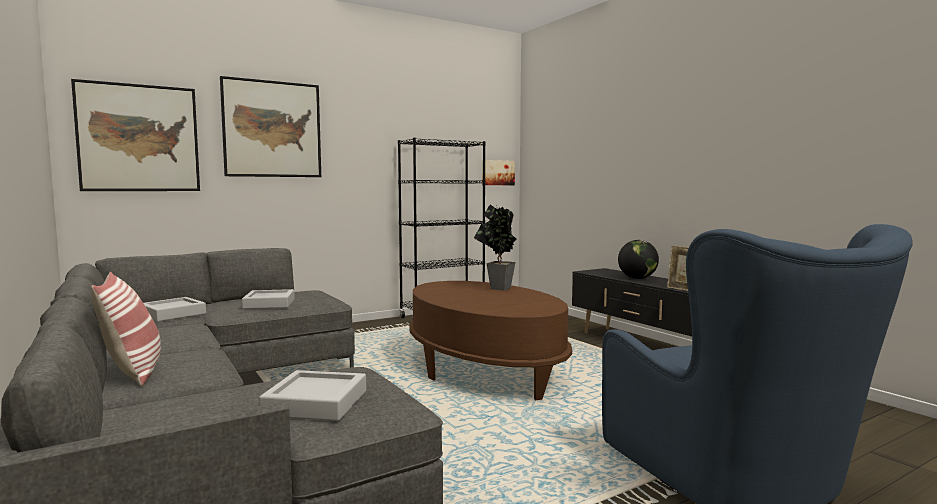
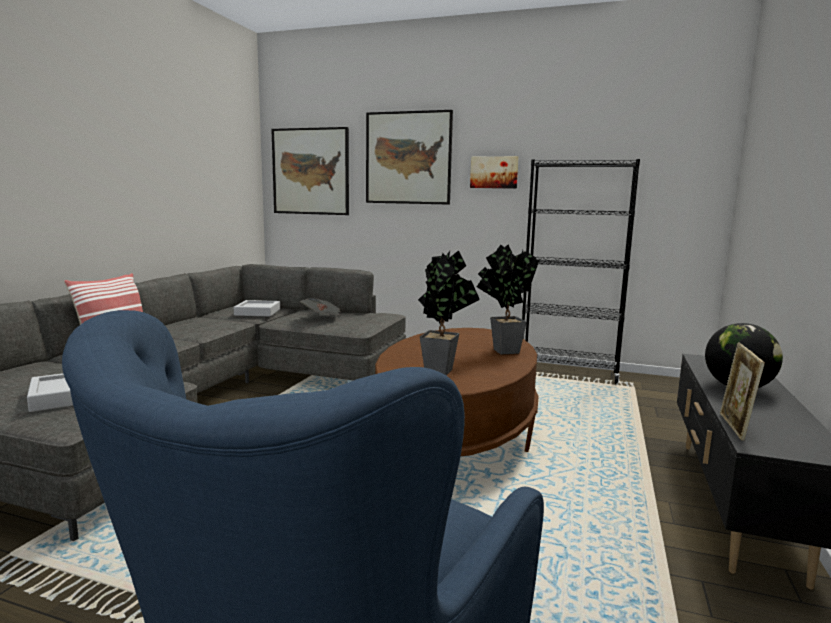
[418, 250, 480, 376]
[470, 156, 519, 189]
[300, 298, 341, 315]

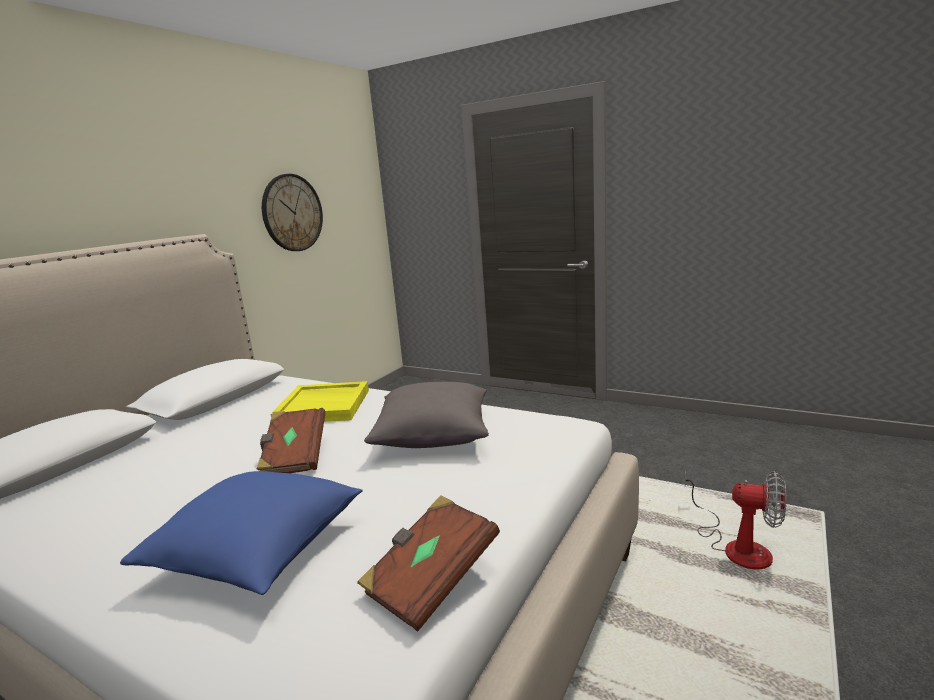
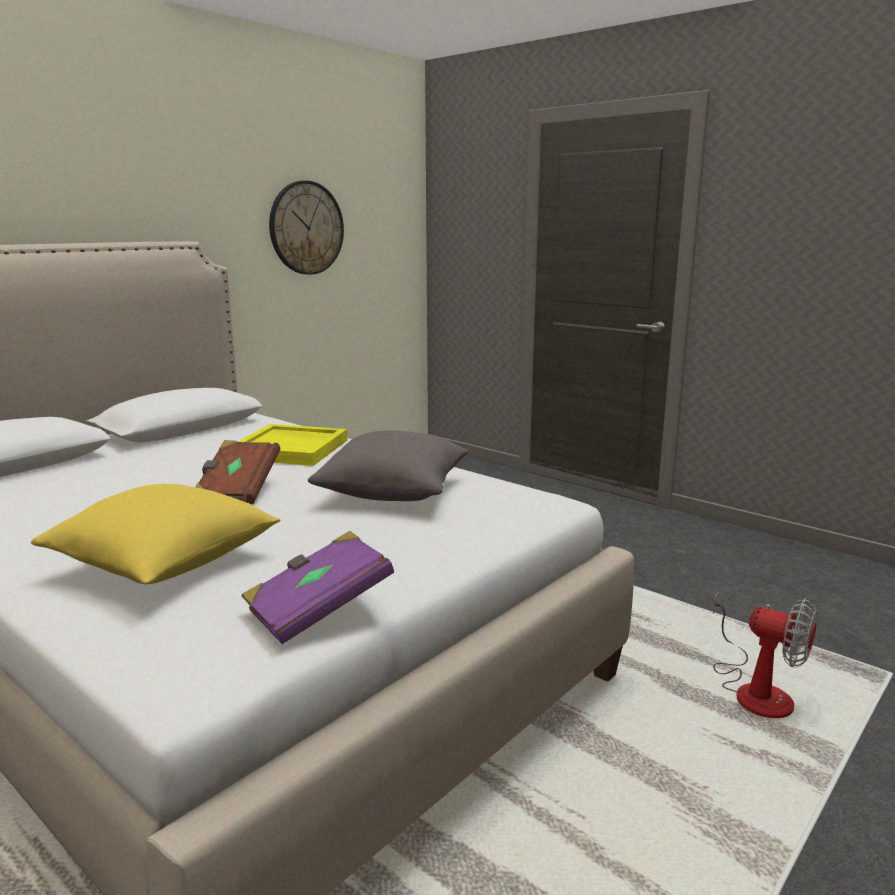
[31, 484, 280, 584]
[241, 531, 394, 644]

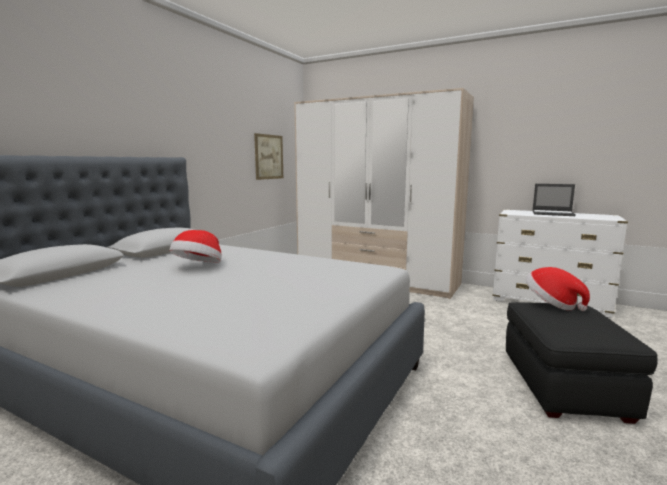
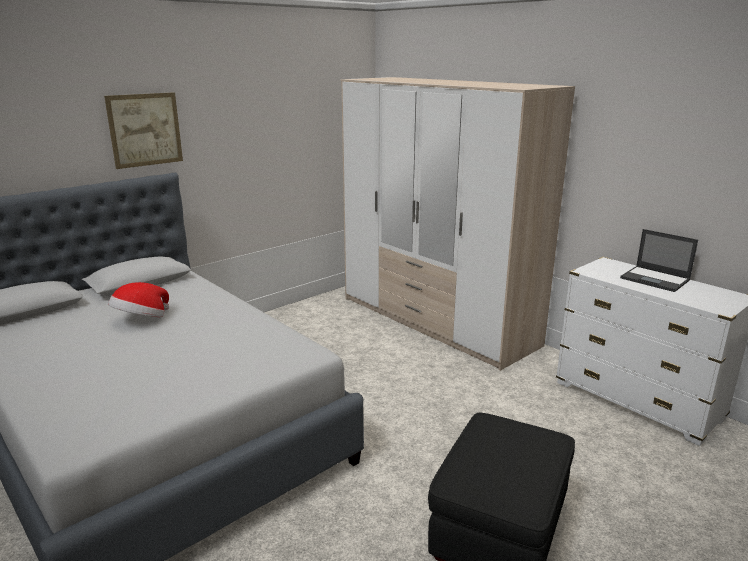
[526, 267, 590, 311] (first image)
[104, 92, 183, 169]

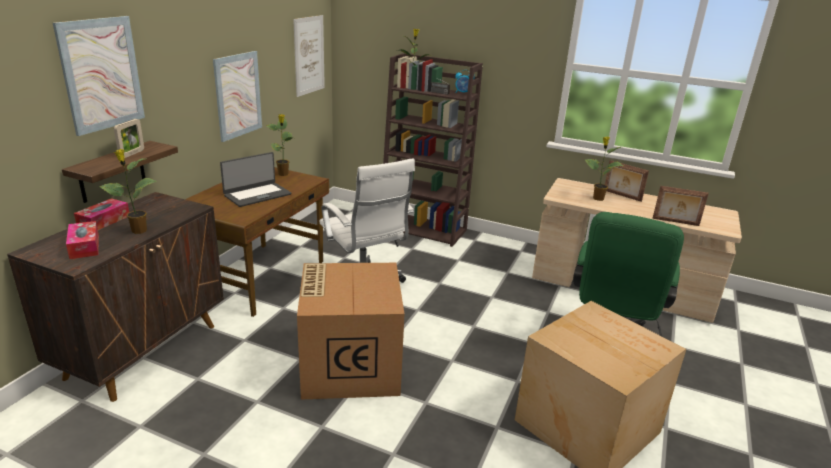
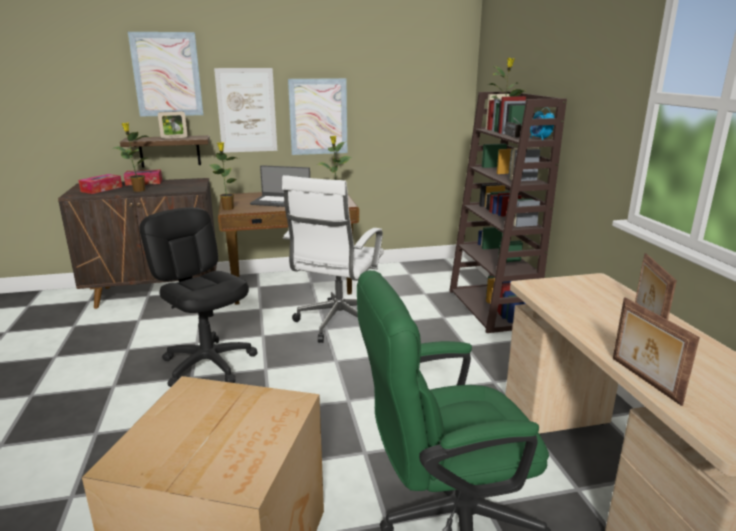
[214, 68, 277, 153]
[209, 142, 239, 210]
[140, 207, 258, 387]

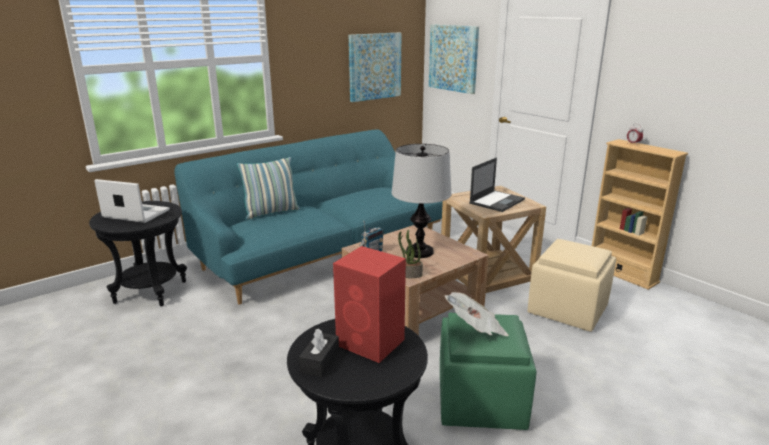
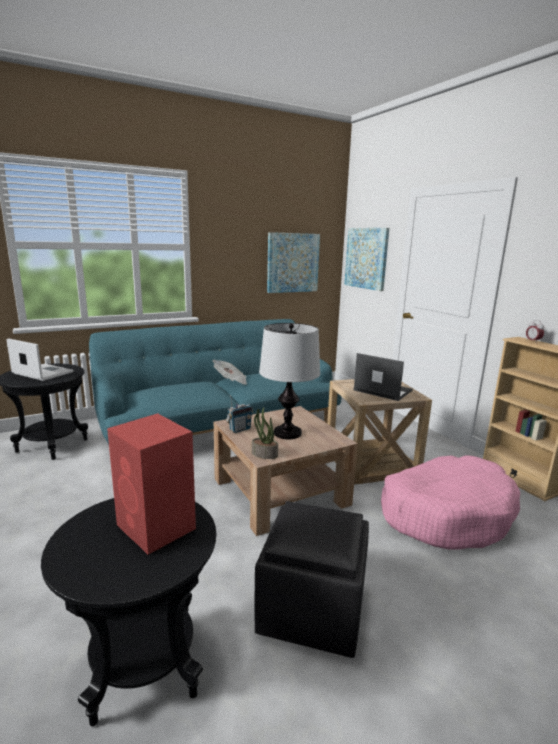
[237, 157, 300, 220] (first image)
[299, 329, 339, 377] (first image)
[213, 360, 247, 385]
[381, 455, 520, 550]
[254, 501, 369, 658]
[354, 353, 413, 401]

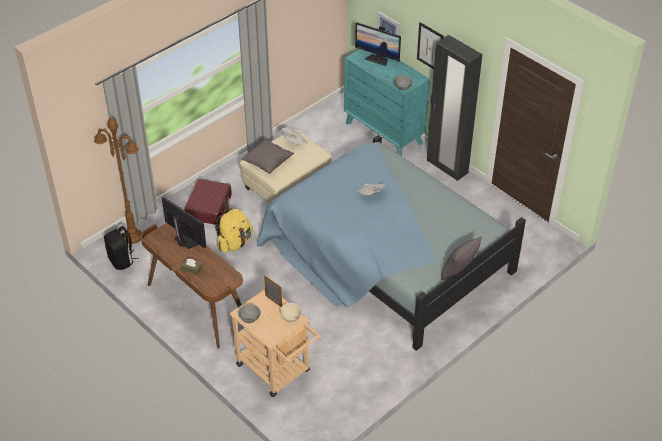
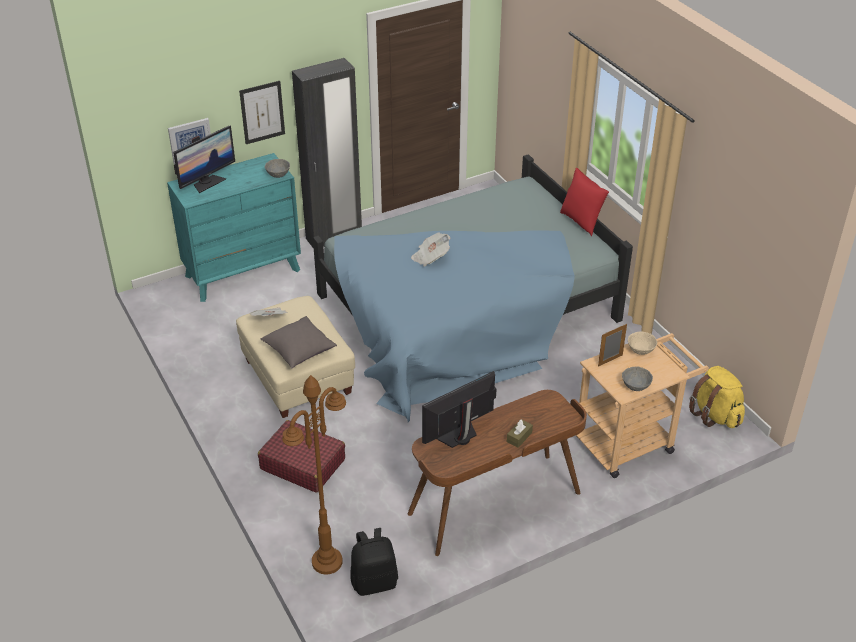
[689, 366, 745, 428]
[560, 168, 609, 236]

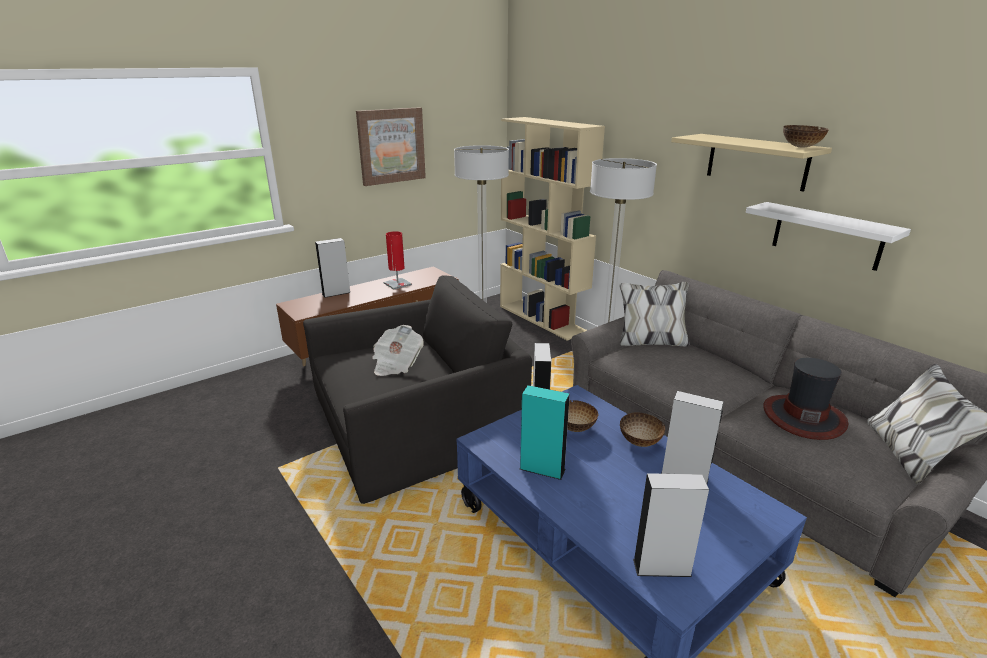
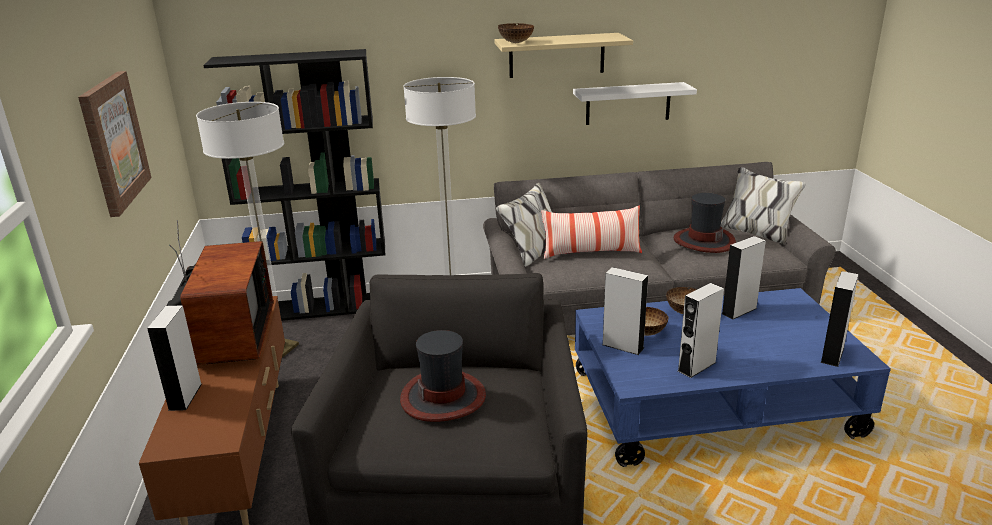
[541, 206, 642, 259]
[498, 23, 534, 43]
[400, 330, 486, 422]
[166, 220, 273, 365]
[203, 49, 385, 321]
[678, 283, 724, 378]

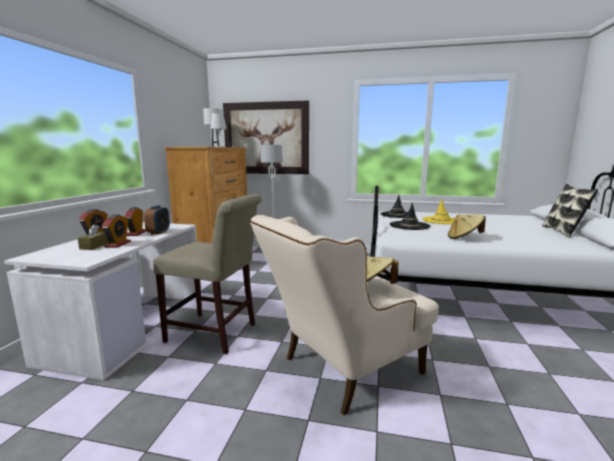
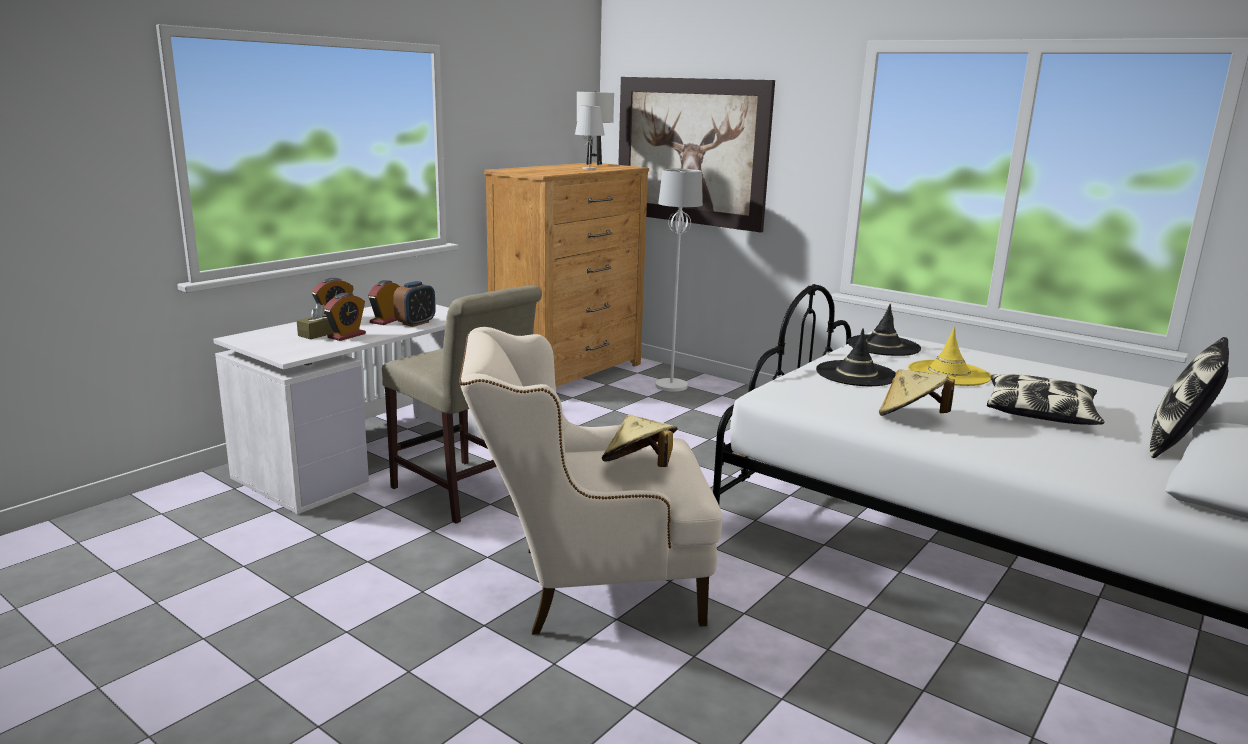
[987, 374, 1104, 425]

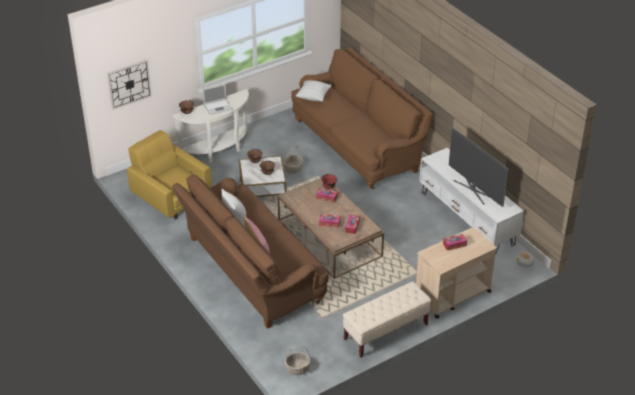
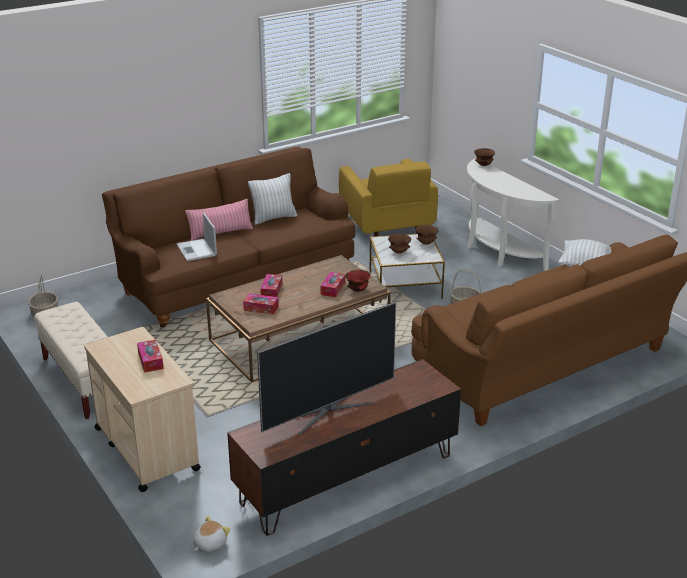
[107, 60, 152, 110] (first image)
[177, 212, 217, 261]
[227, 359, 461, 536]
[339, 159, 438, 237]

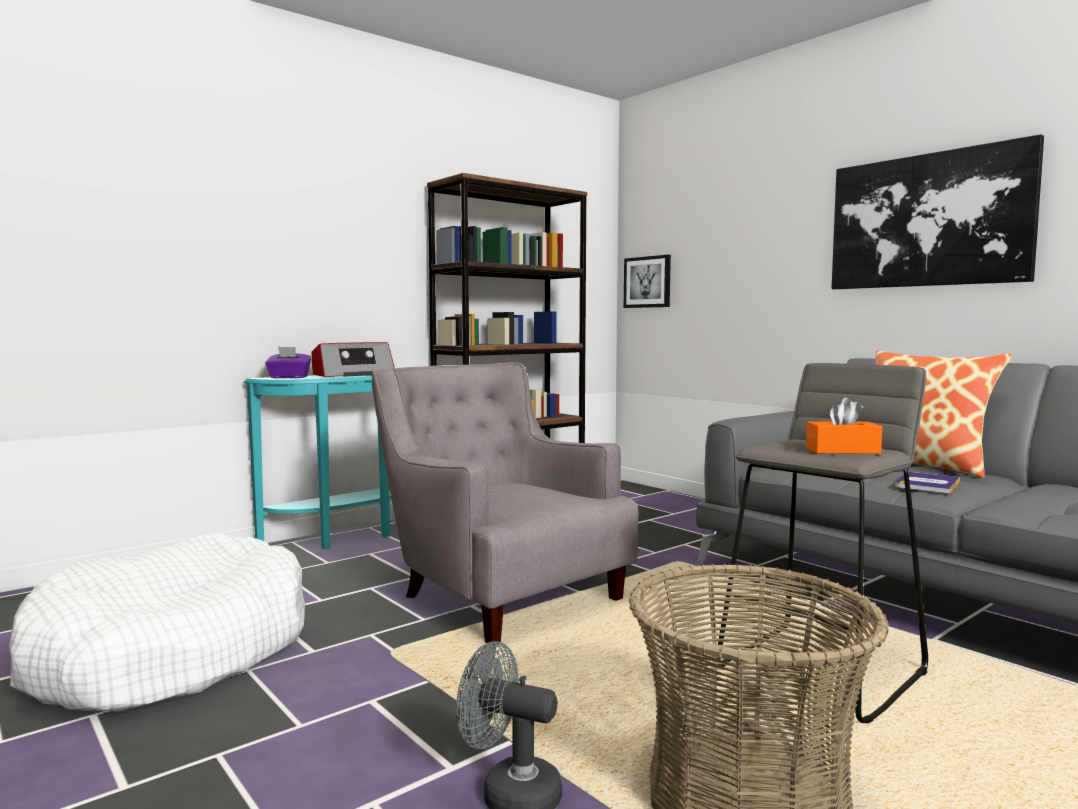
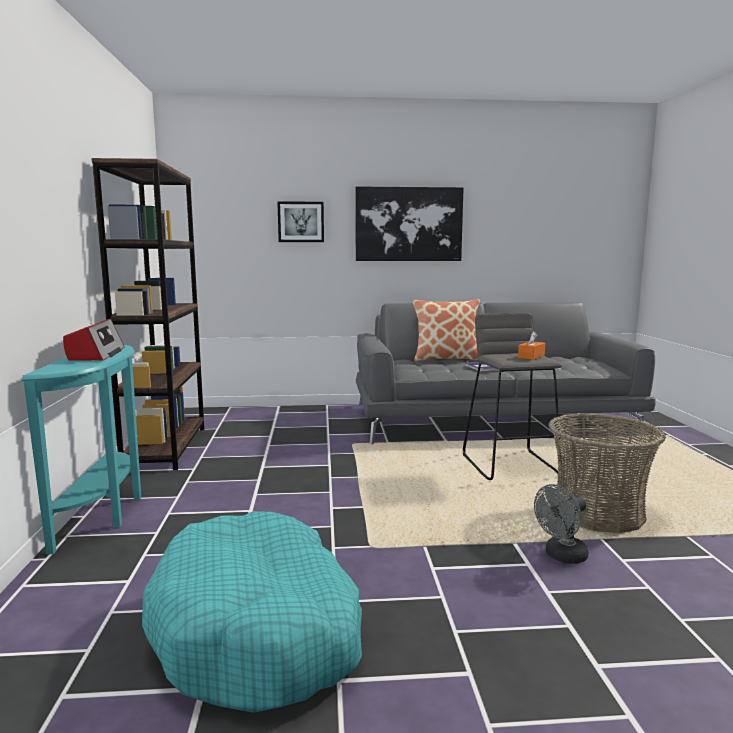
[265, 347, 311, 378] (first image)
[372, 362, 638, 643] (first image)
[277, 201, 324, 242]
[142, 511, 362, 712]

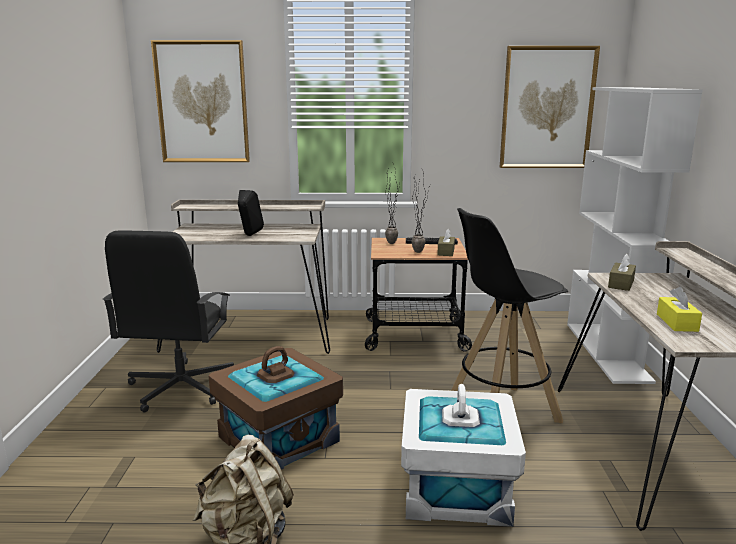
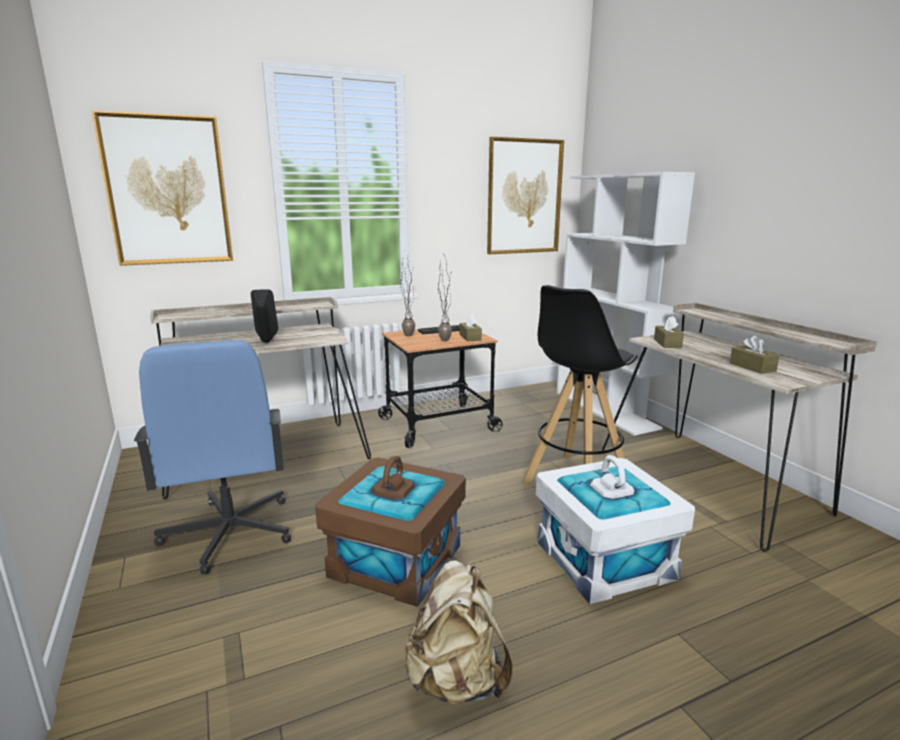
[134, 340, 291, 575]
[730, 335, 780, 374]

